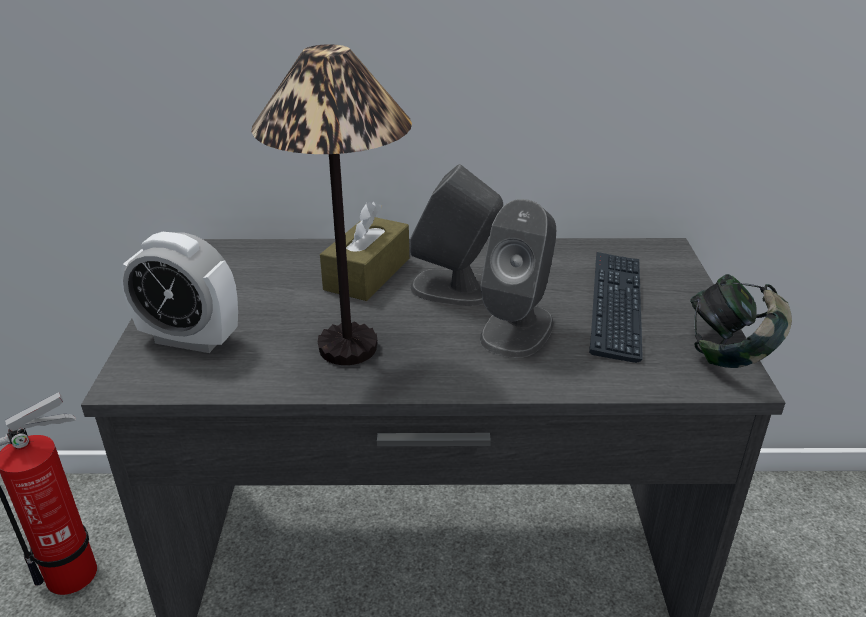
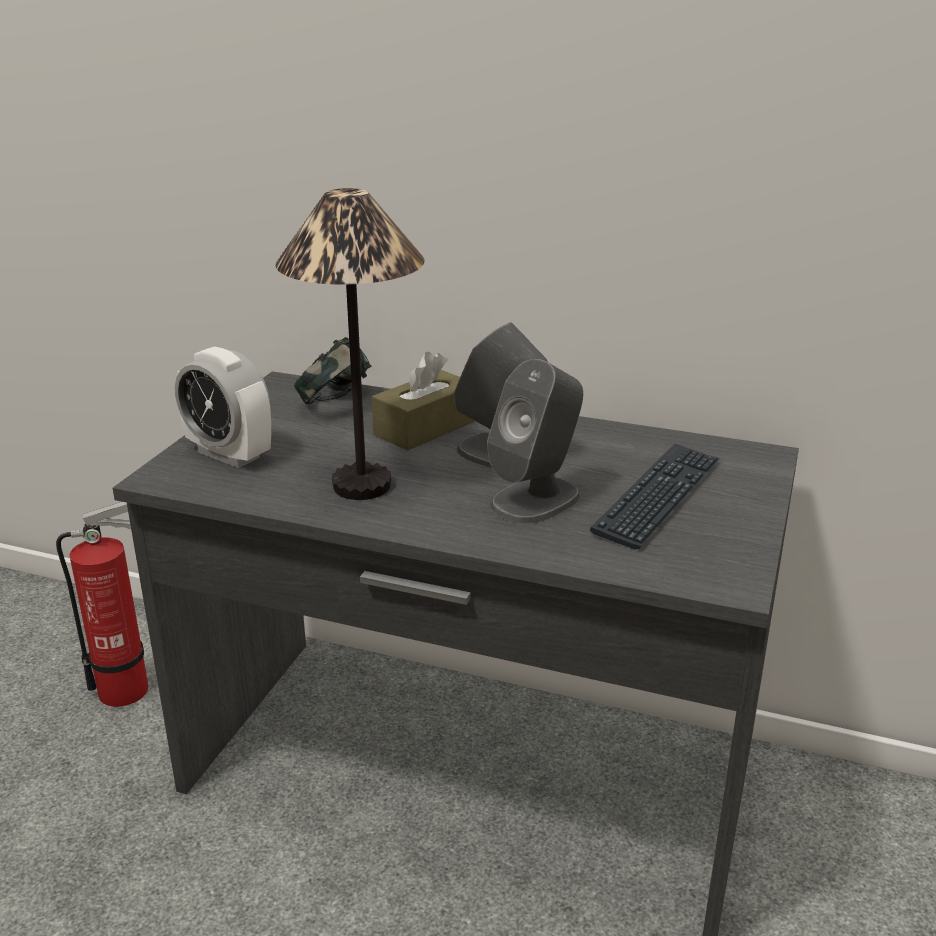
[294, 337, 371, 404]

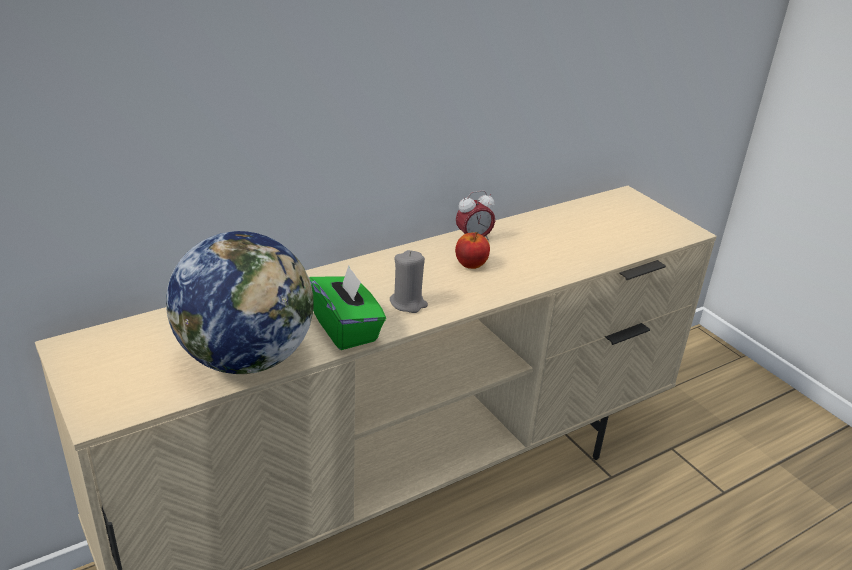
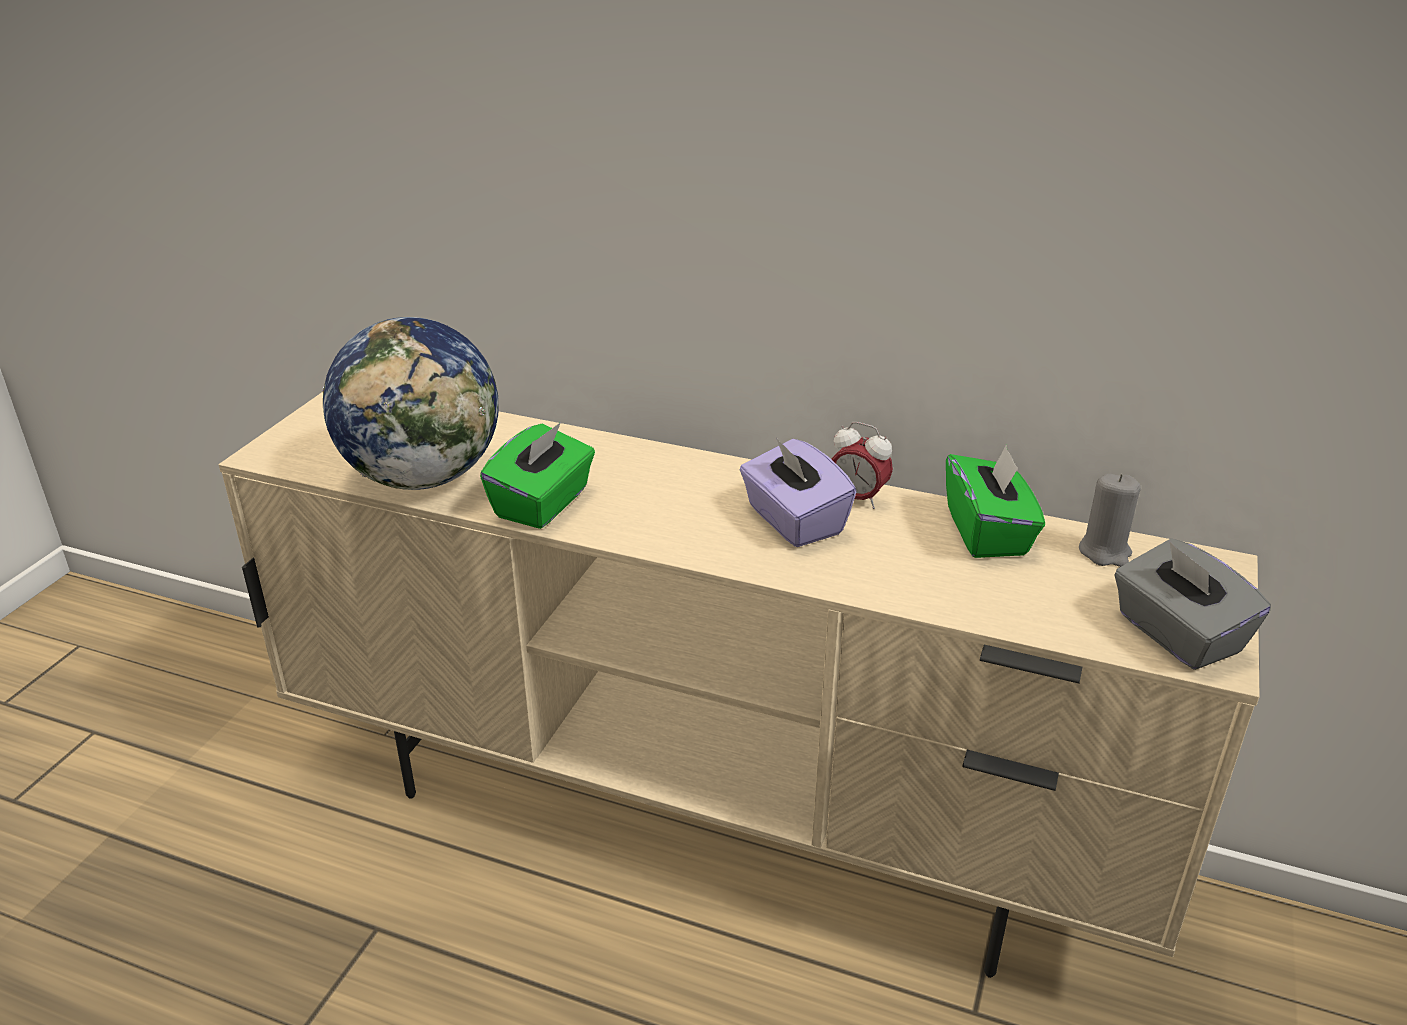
[946, 444, 1045, 558]
[1114, 538, 1271, 670]
[1079, 473, 1141, 567]
[740, 437, 856, 547]

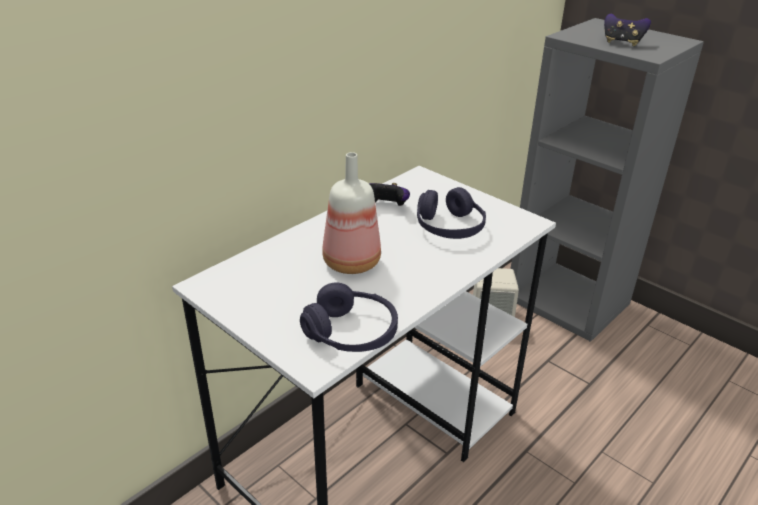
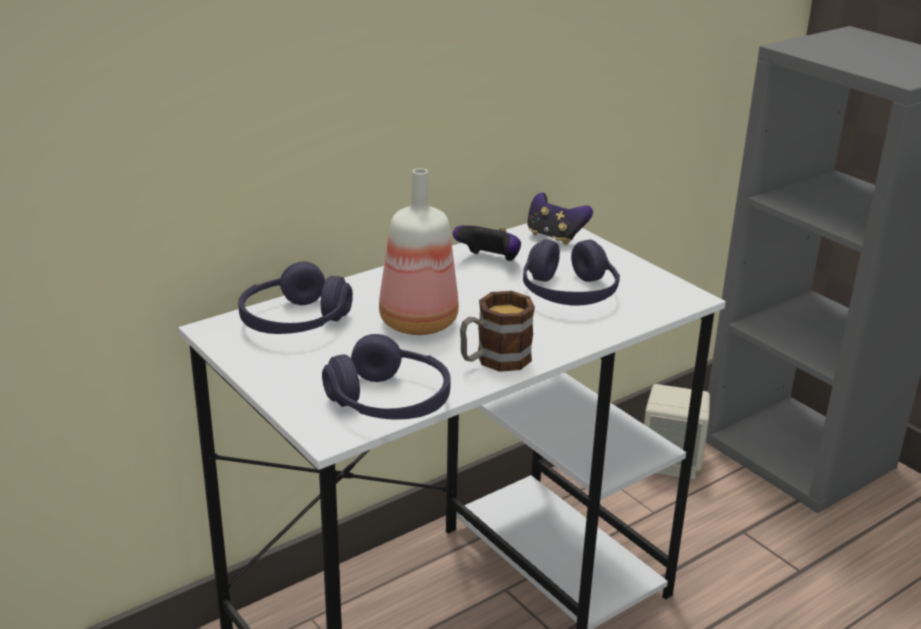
[238, 262, 353, 334]
[460, 291, 535, 372]
[527, 193, 593, 245]

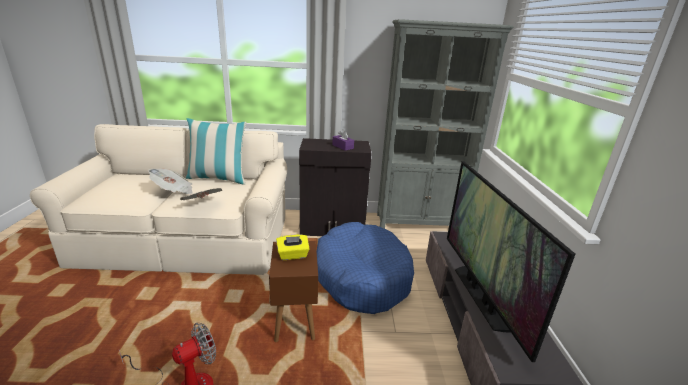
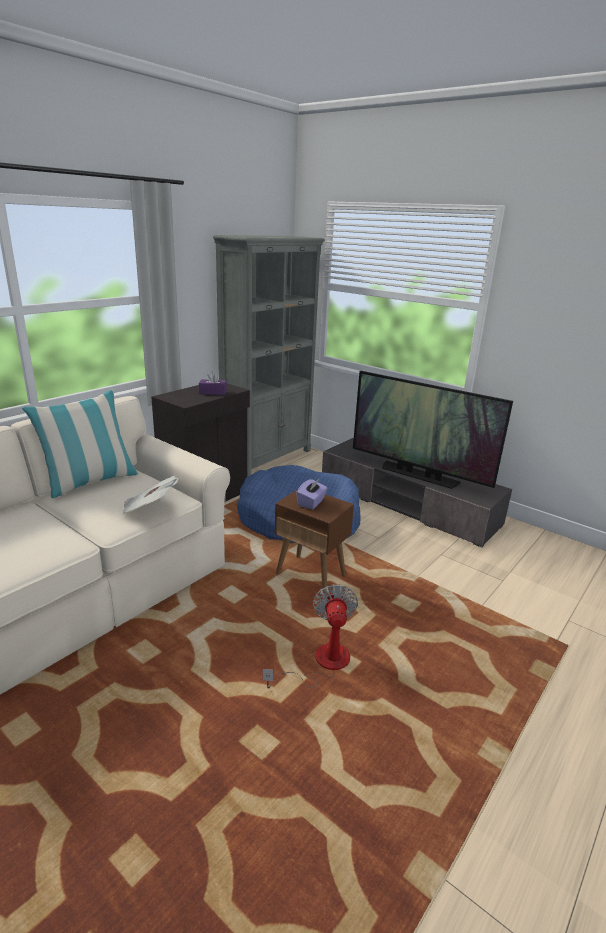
[148, 168, 193, 194] (first image)
[296, 479, 327, 510]

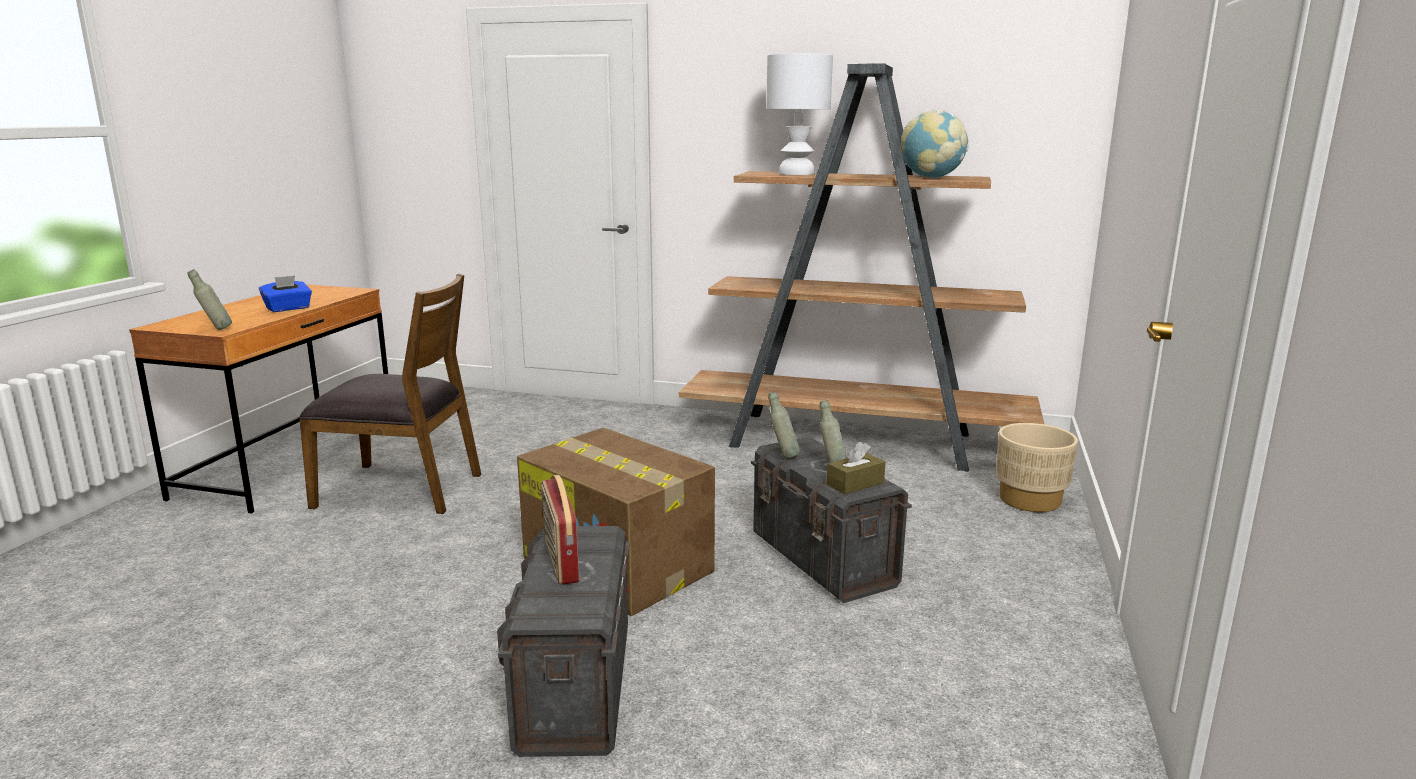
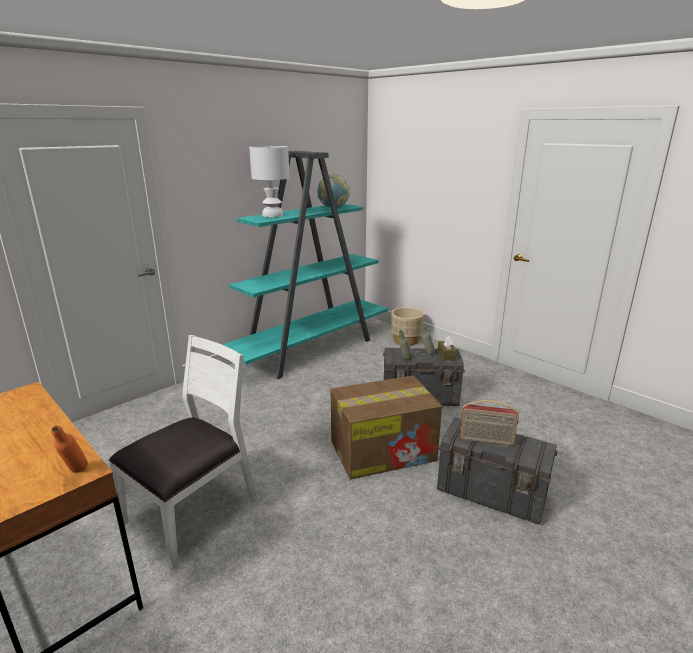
[259, 275, 312, 312] (first image)
[51, 426, 88, 473]
[109, 335, 257, 569]
[223, 151, 388, 379]

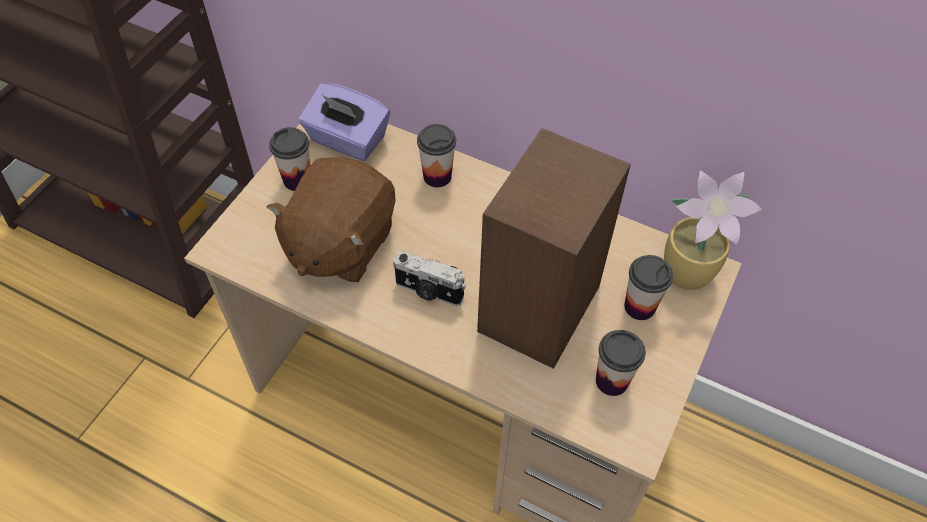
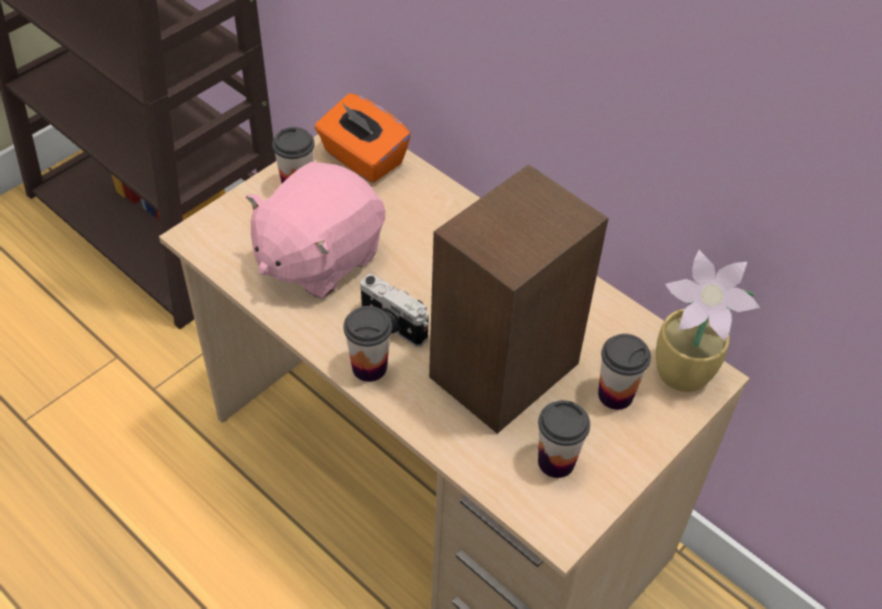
[344, 306, 392, 382]
[246, 162, 385, 299]
[315, 93, 411, 183]

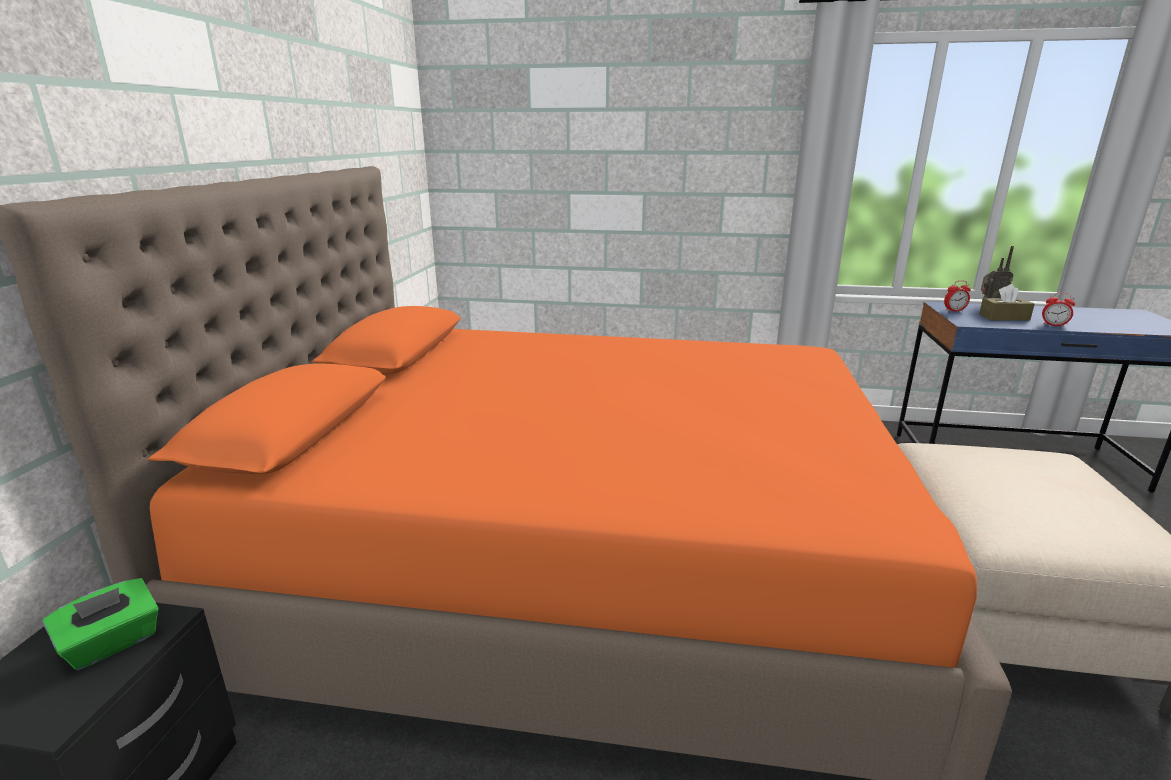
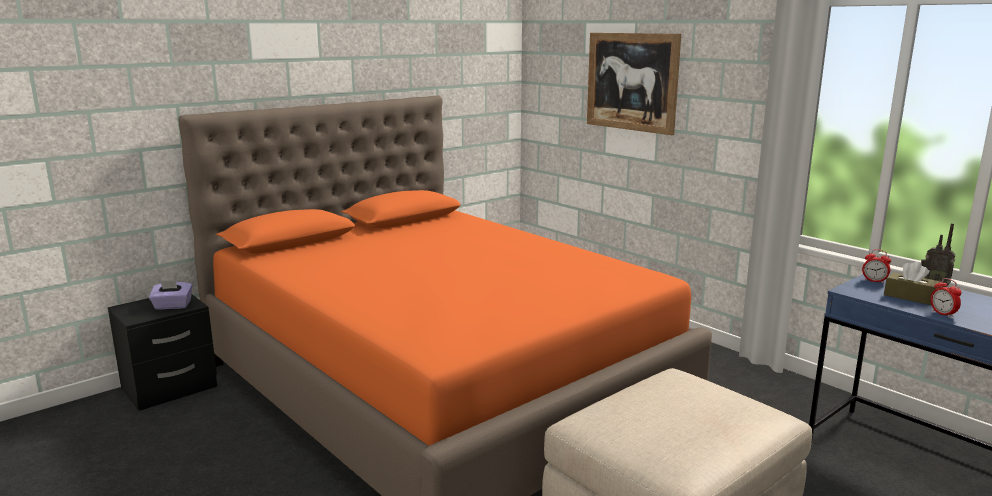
[587, 33, 681, 135]
[149, 281, 193, 310]

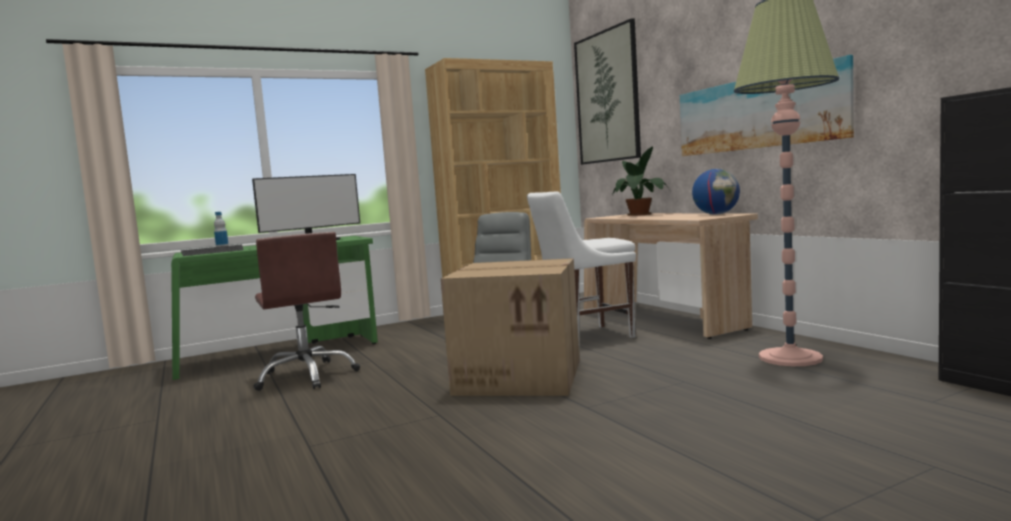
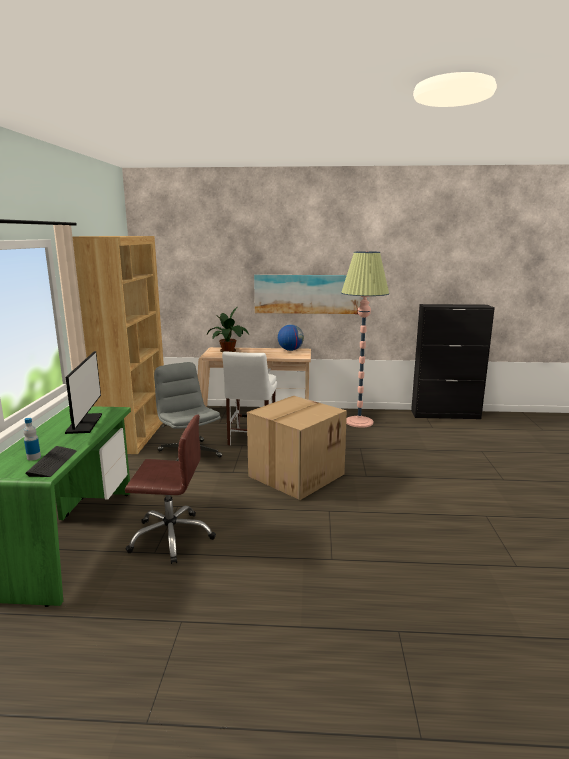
[574, 18, 641, 165] (first image)

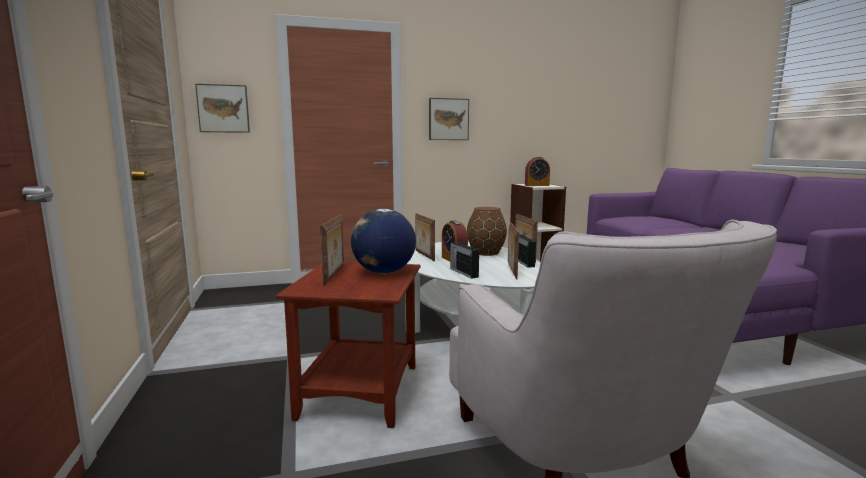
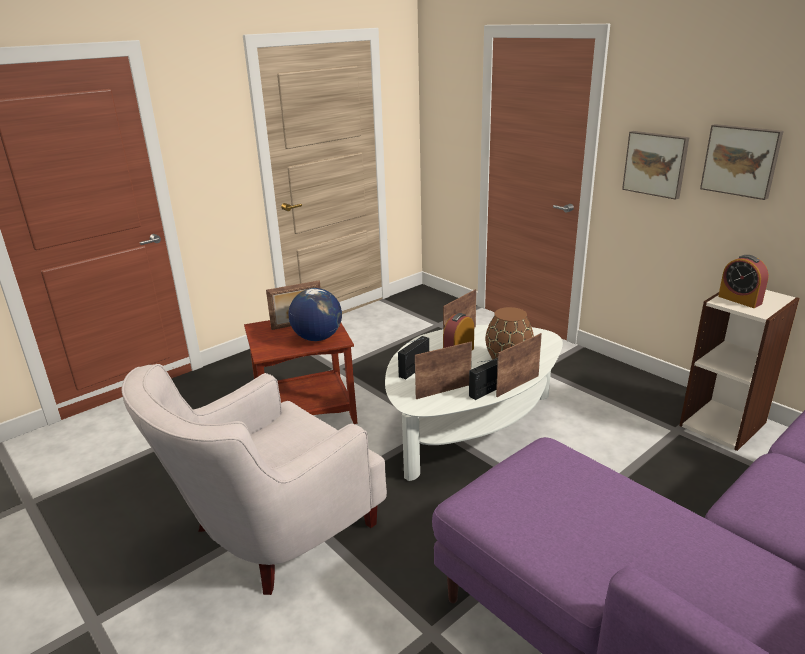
[700, 124, 784, 200]

